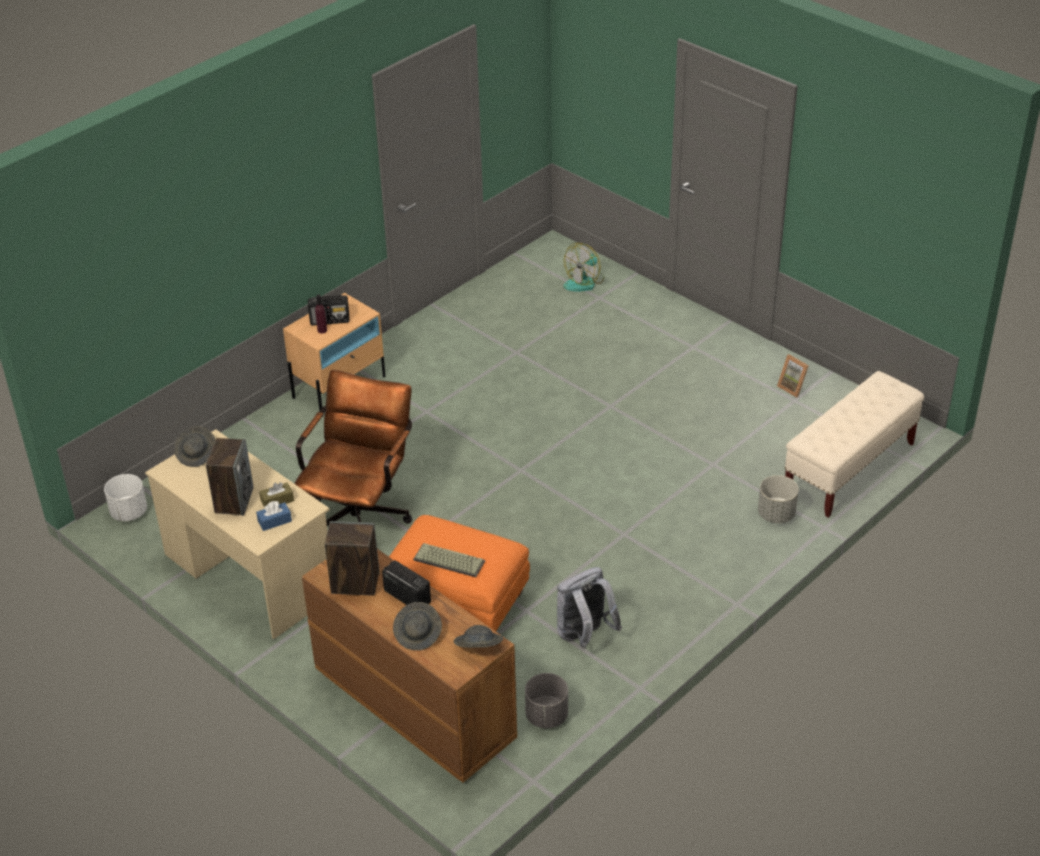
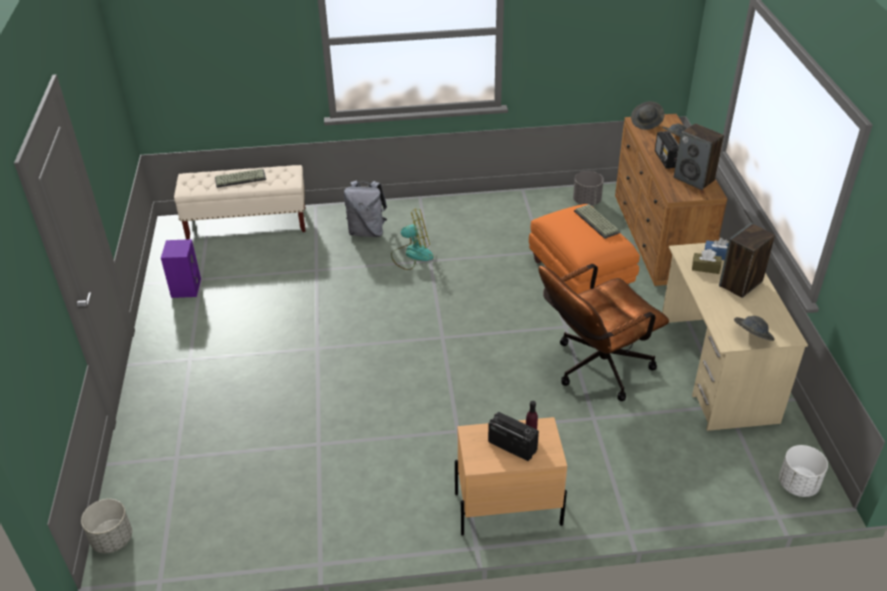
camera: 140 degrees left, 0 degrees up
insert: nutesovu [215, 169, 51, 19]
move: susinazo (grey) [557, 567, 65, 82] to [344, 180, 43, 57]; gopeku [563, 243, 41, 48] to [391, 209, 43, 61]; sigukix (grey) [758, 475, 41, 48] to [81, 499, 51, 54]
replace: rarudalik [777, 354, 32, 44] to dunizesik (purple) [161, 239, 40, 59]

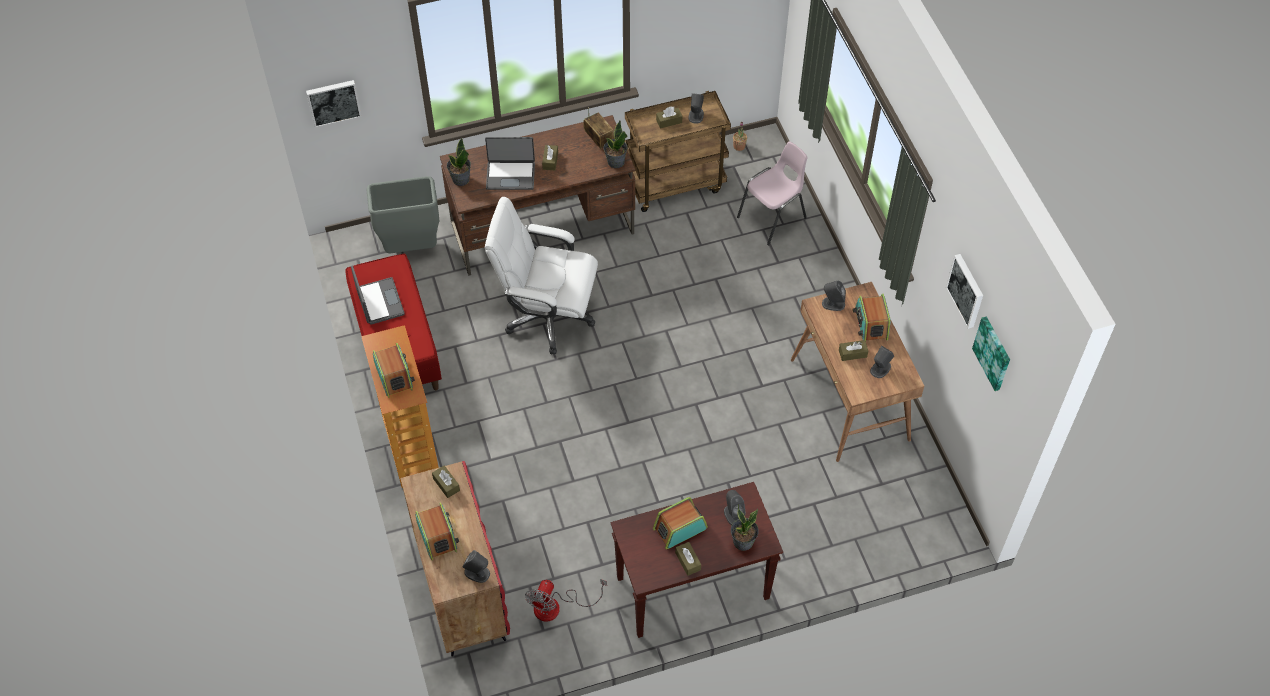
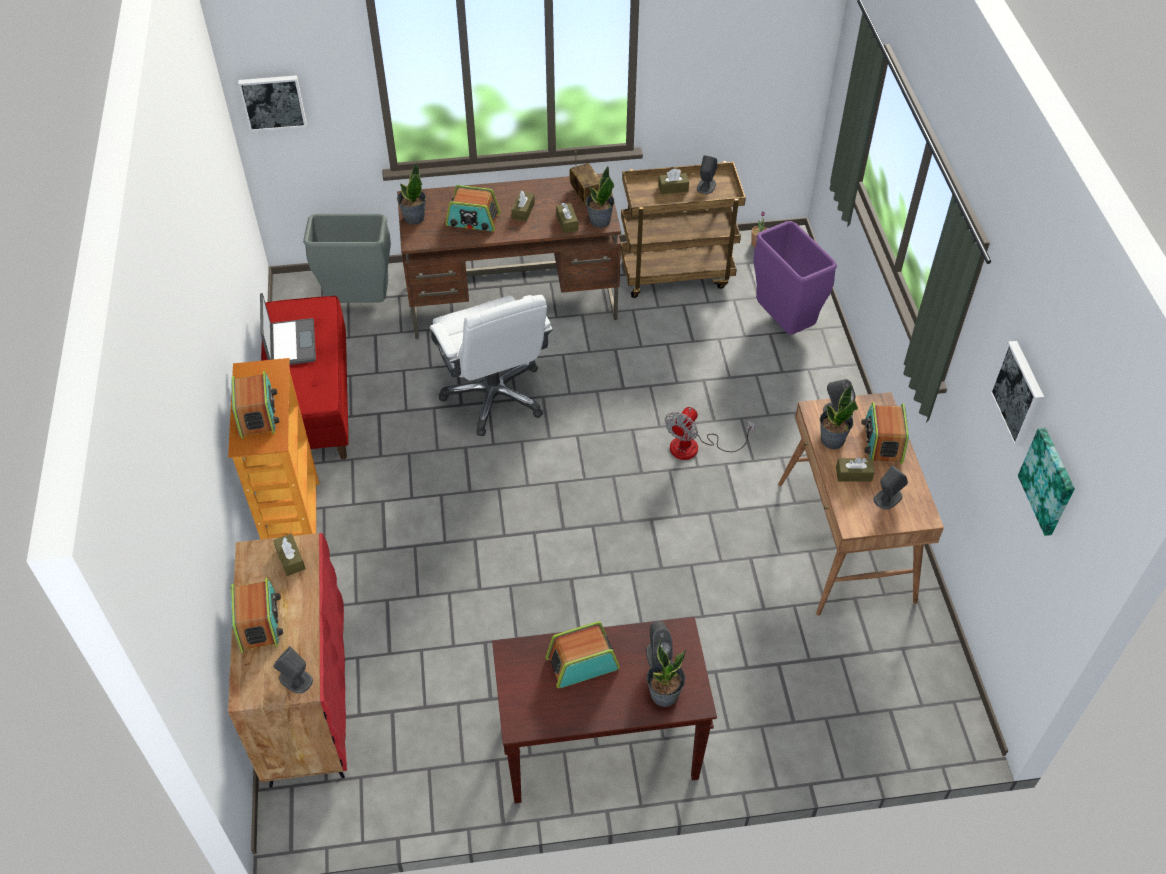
camera: 10 degrees right, 5 degrees down
insert: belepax [820, 384, 38, 65]
move: gopeku [525, 579, 82, 42] to [665, 407, 90, 53]; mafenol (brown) [675, 542, 26, 34] to [556, 203, 22, 30]
replace: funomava [485, 137, 50, 53] to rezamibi [446, 185, 55, 46]; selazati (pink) [737, 141, 71, 105] to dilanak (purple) [753, 221, 84, 114]
rotate: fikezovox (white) [485, 197, 113, 157] = [430, 295, 123, 141] 135 degrees counterclockwise

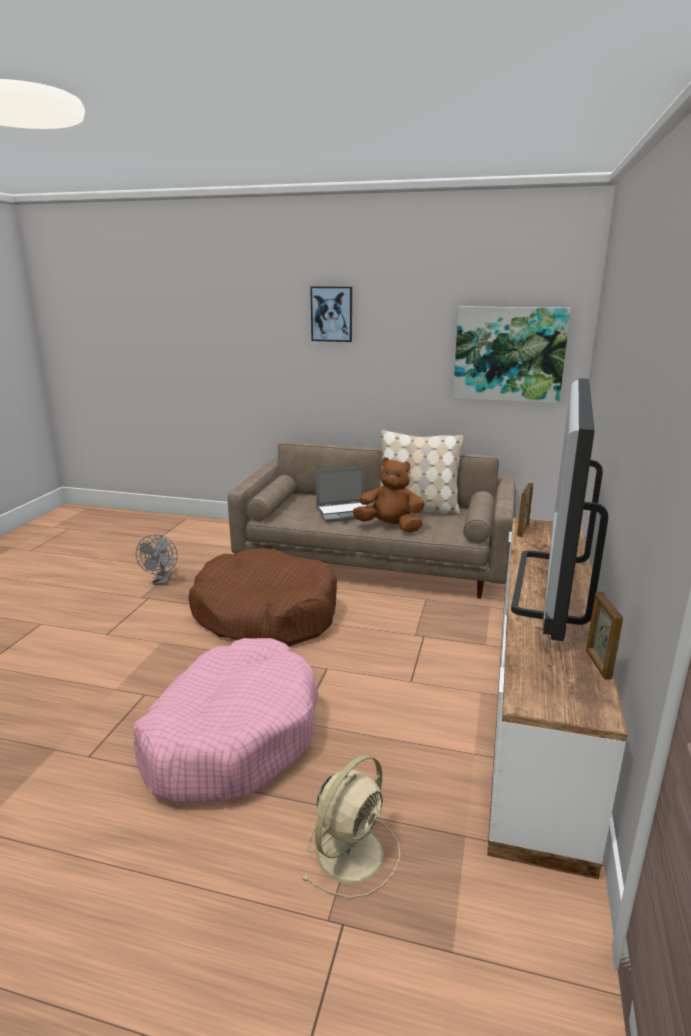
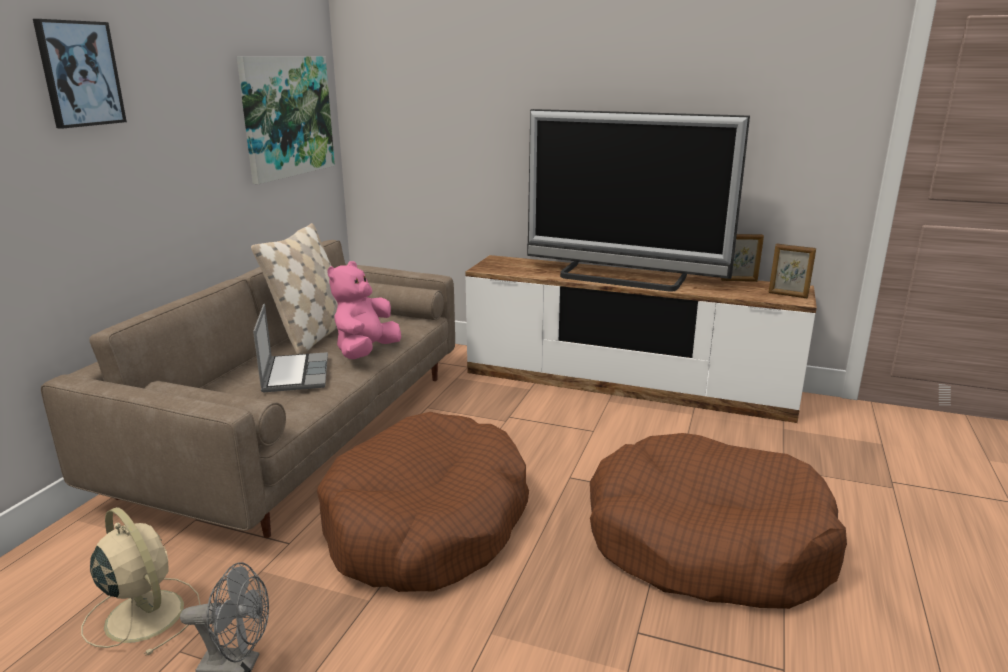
camera: 85 degrees left, 0 degrees up
move: gopeku (beige) [302, 755, 98, 143] to [81, 507, 120, 149]; rarudalik [517, 483, 16, 54] to [768, 244, 48, 54]
recolor: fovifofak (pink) [133, 638, 185, 166] to fovifofak (brown) [590, 433, 257, 176]; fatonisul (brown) [352, 457, 73, 76] to fatonisul (pink) [327, 261, 74, 98]

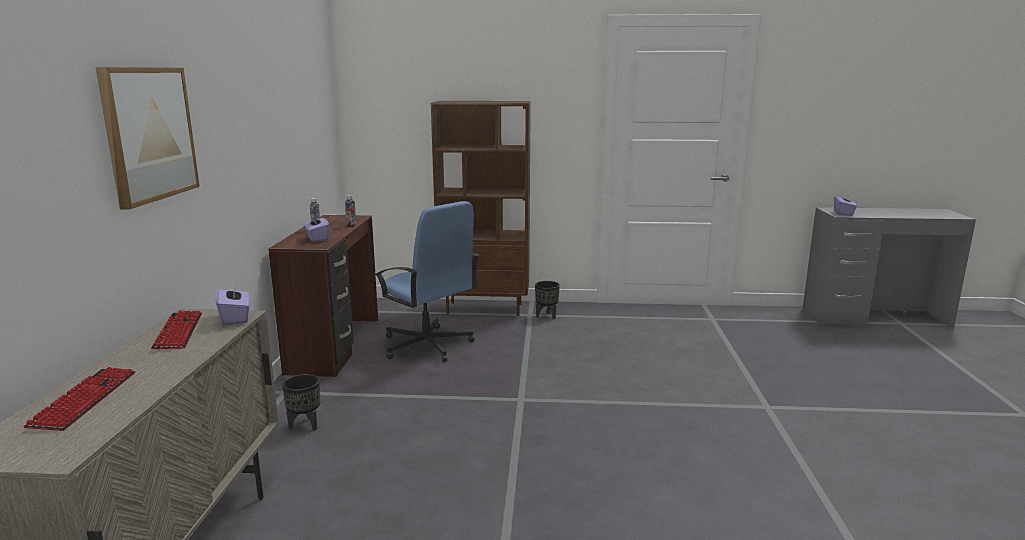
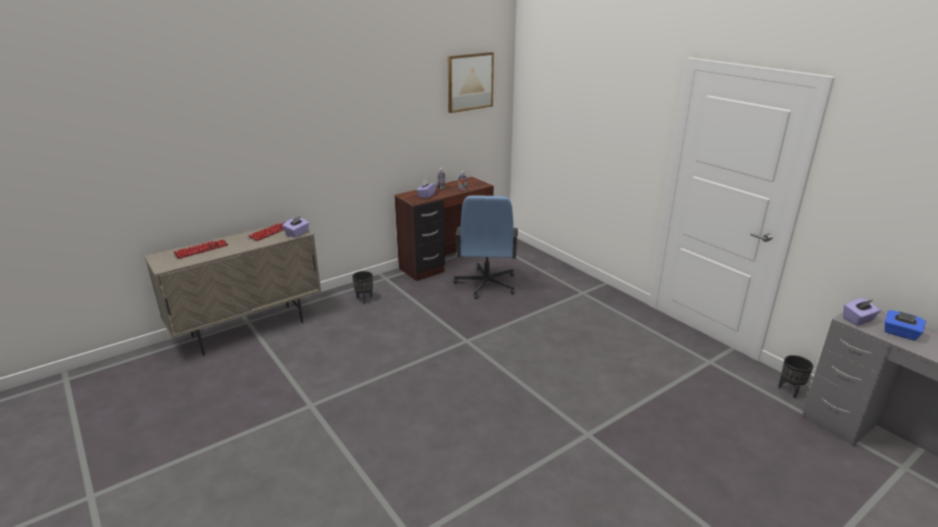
camera: 50 degrees right, 10 degrees up
delete: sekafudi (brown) [431, 101, 100, 215]
insert: mafenol (blue) [884, 310, 42, 31]
move: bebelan [96, 67, 104, 143] to [448, 52, 46, 61]; sigukix (black) [535, 281, 25, 38] to [778, 355, 35, 43]

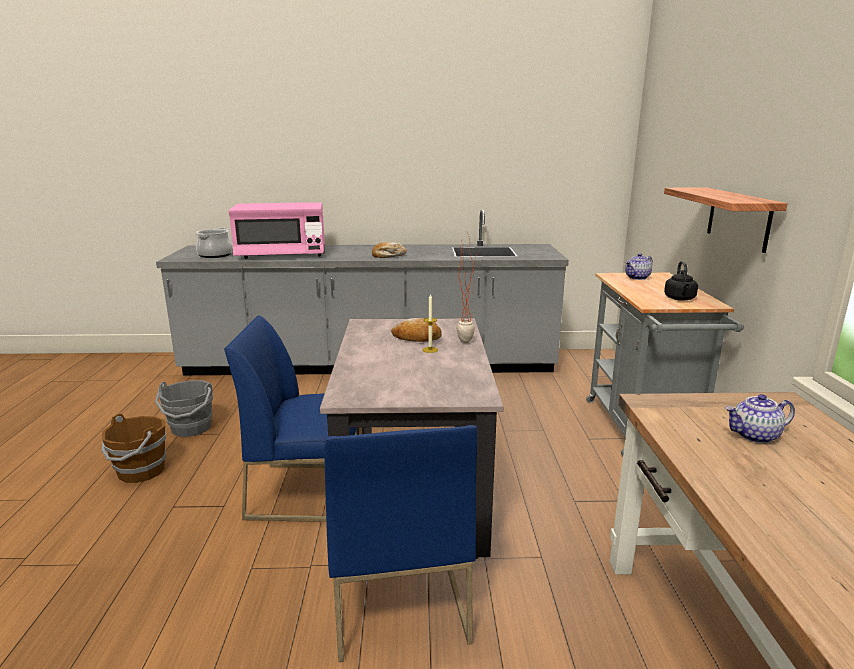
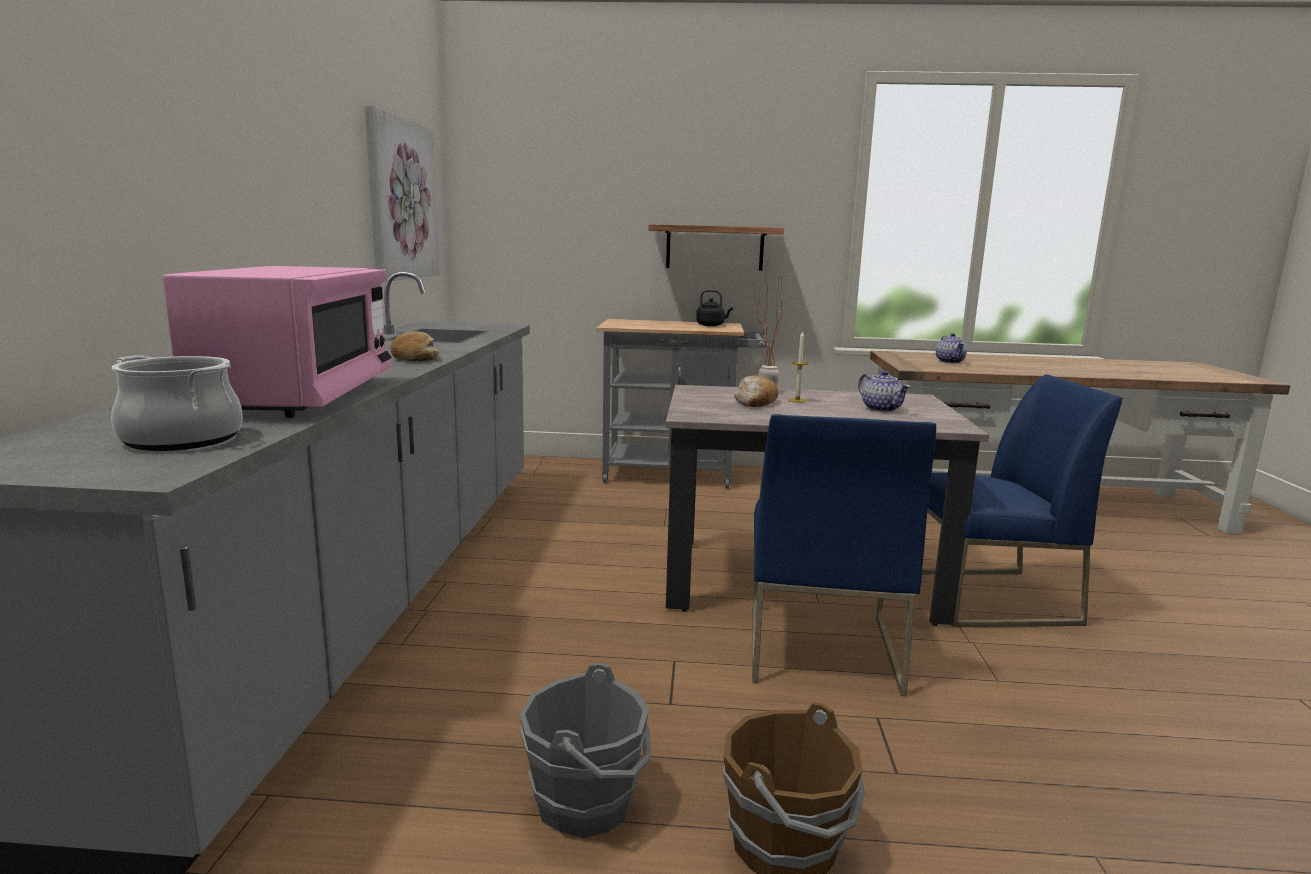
camera: 85 degrees left, 5 degrees down
insert: bebelan [365, 105, 74, 177]
move: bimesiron [625, 253, 28, 27] to [858, 370, 52, 42]

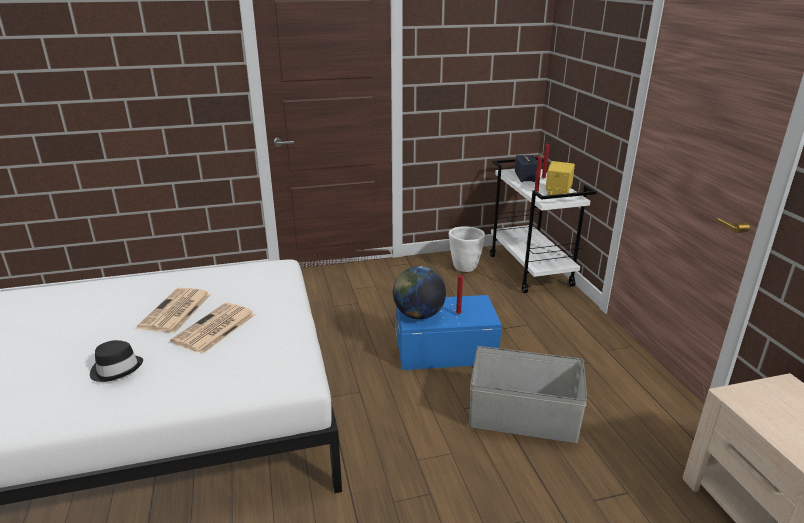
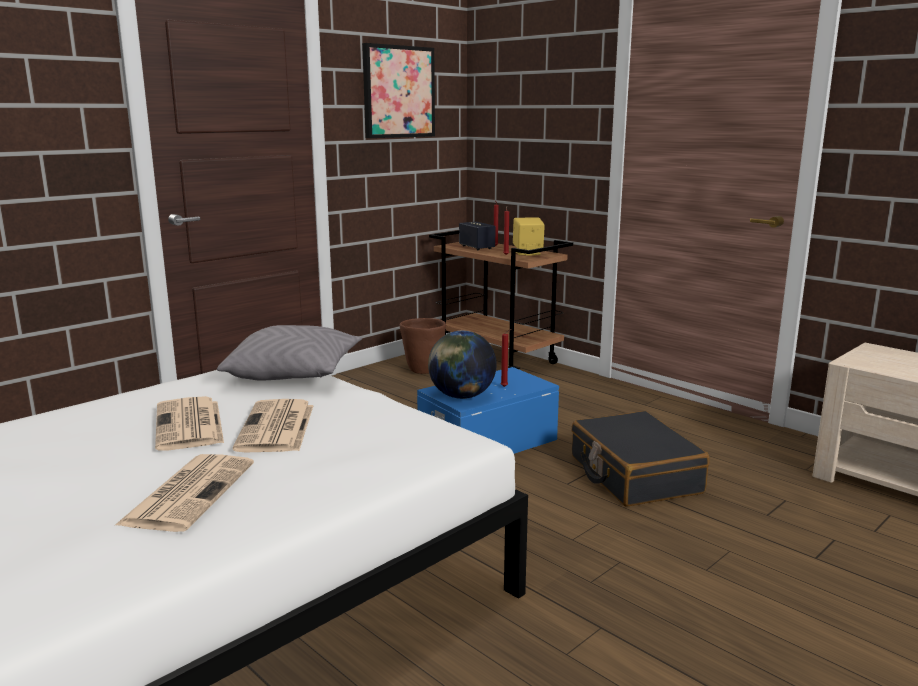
camera: 30 degrees left, 10 degrees down
insert: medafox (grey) [217, 325, 145, 56]; bebelan [362, 43, 73, 95]
replace: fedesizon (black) [90, 340, 53, 42] to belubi [114, 454, 140, 78]; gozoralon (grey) [469, 346, 119, 97] to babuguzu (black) [572, 411, 138, 96]
recolor: sigukix (white) [449, 226, 36, 46] to sigukix (brown) [400, 318, 46, 56]; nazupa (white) [490, 157, 107, 136] to nazupa (brown) [429, 230, 144, 139]

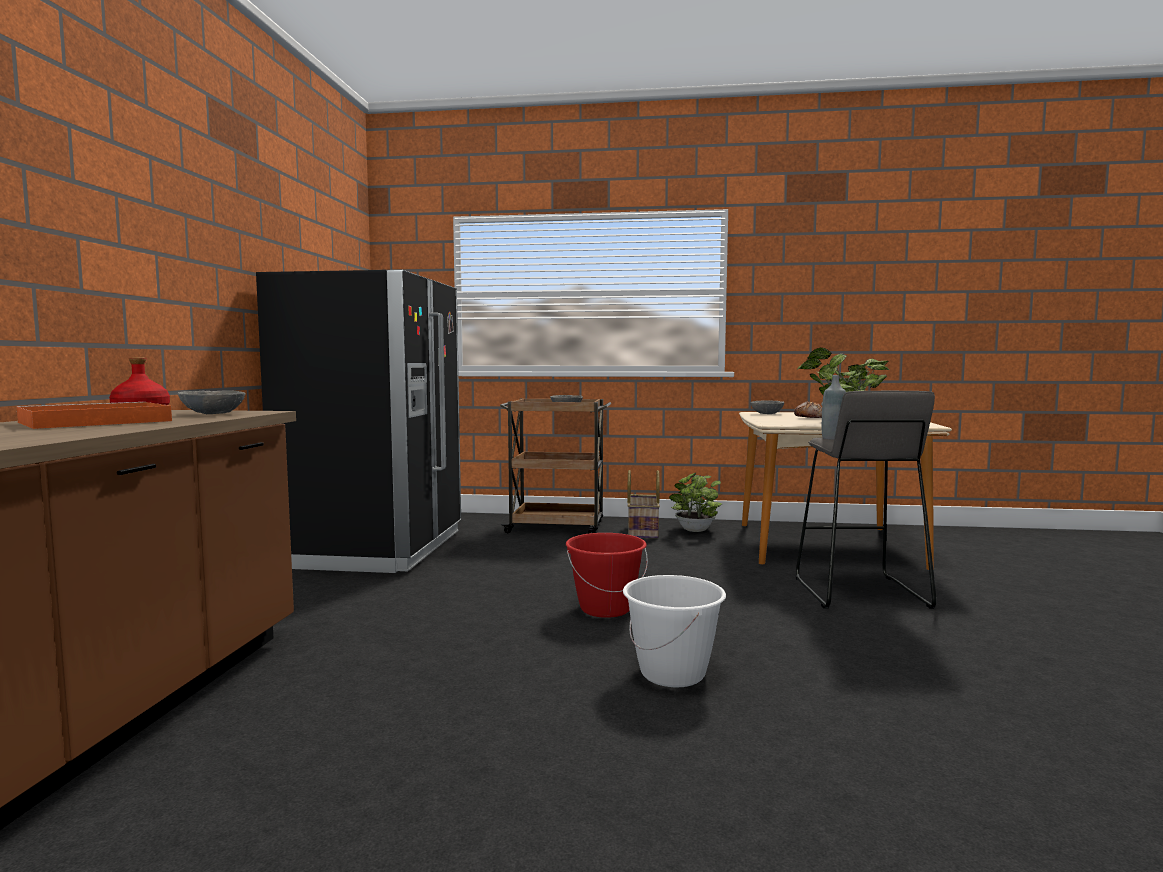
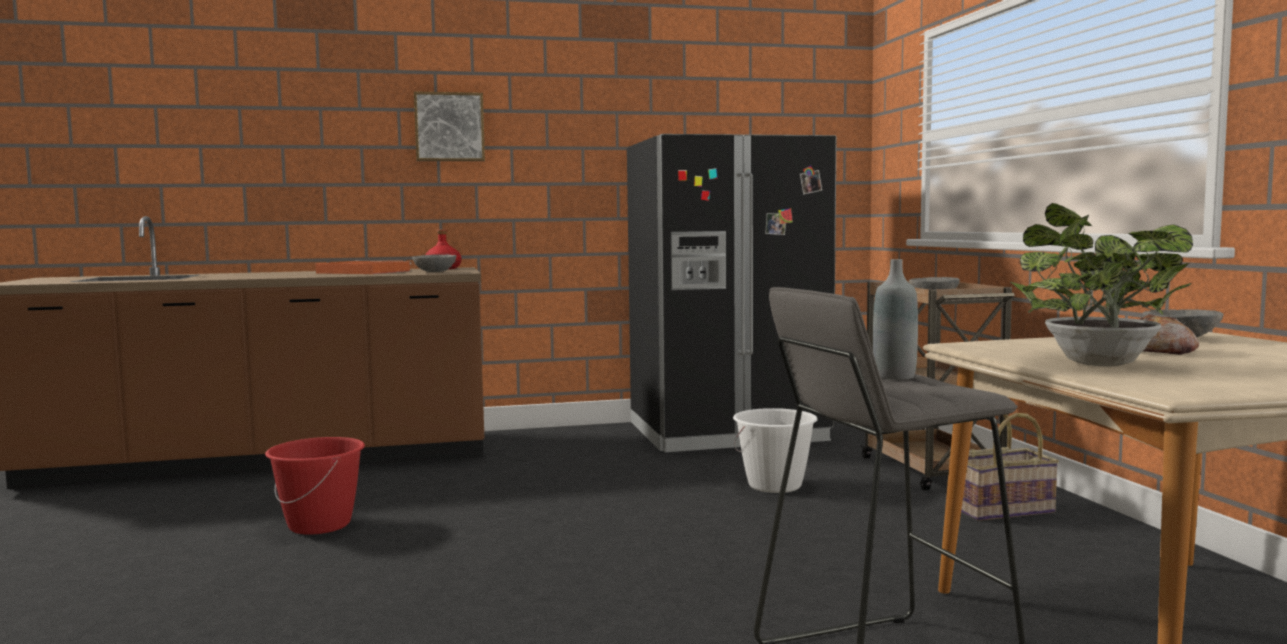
camera: 70 degrees right, 0 degrees up
delete: belepax [669, 473, 53, 59]
insert: bebelan [414, 92, 71, 69]
move: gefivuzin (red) [566, 533, 82, 85] to [265, 437, 100, 98]; gefivuzin (white) [623, 575, 103, 112] to [733, 408, 84, 85]

